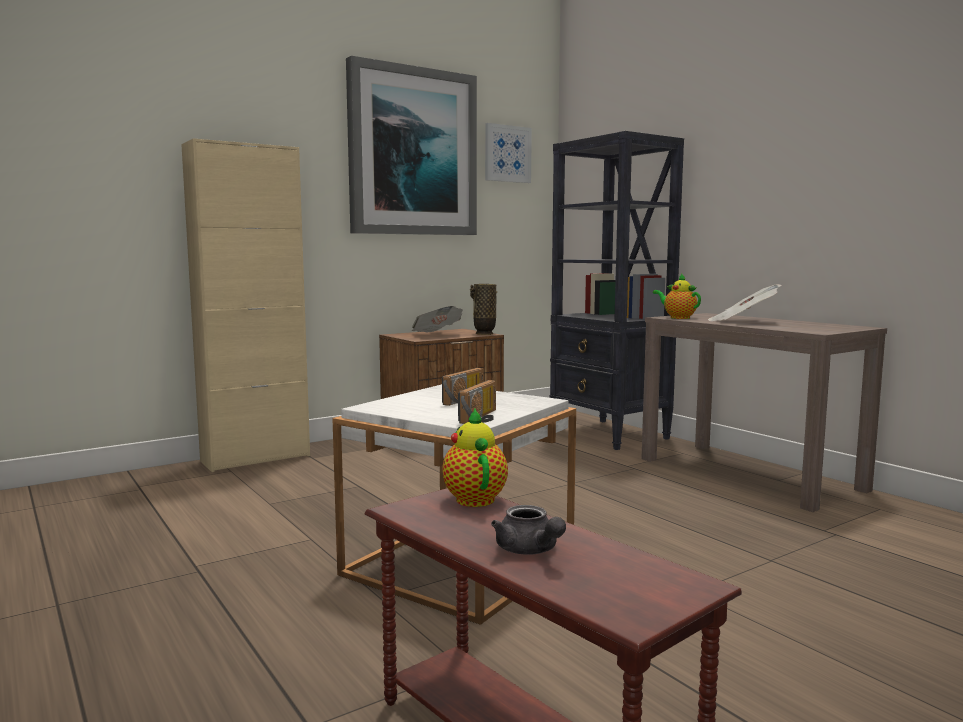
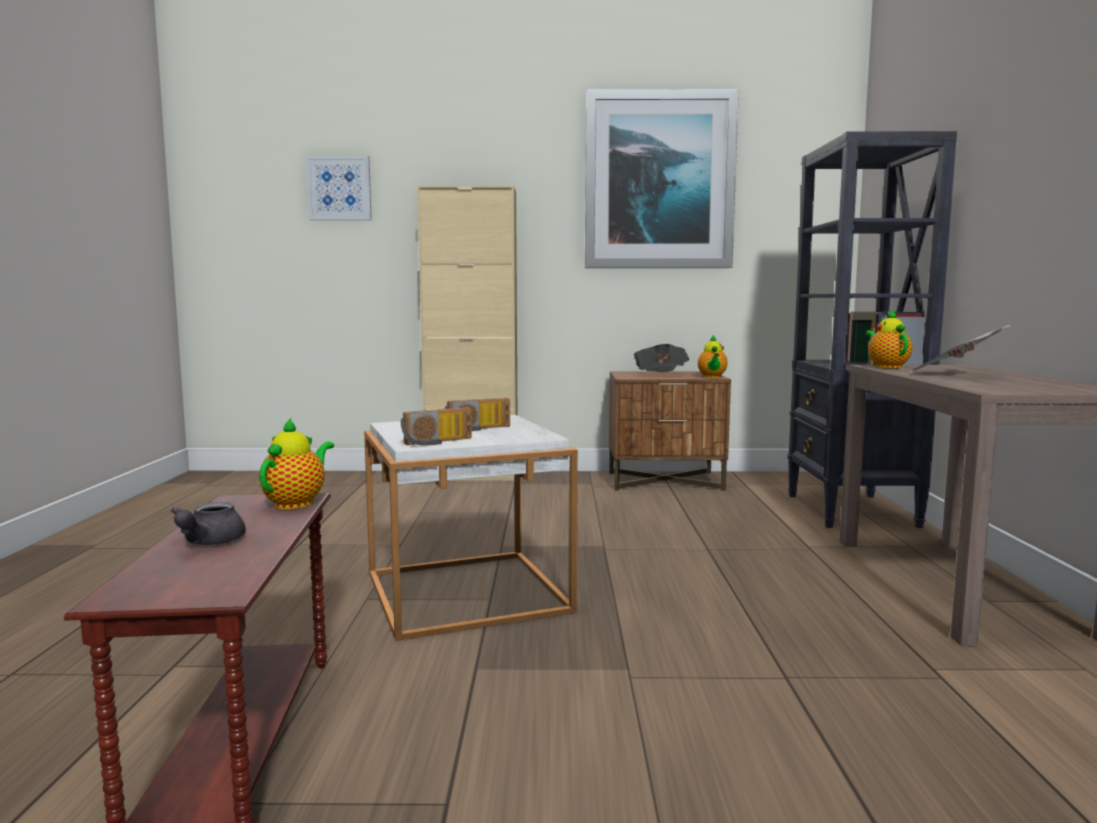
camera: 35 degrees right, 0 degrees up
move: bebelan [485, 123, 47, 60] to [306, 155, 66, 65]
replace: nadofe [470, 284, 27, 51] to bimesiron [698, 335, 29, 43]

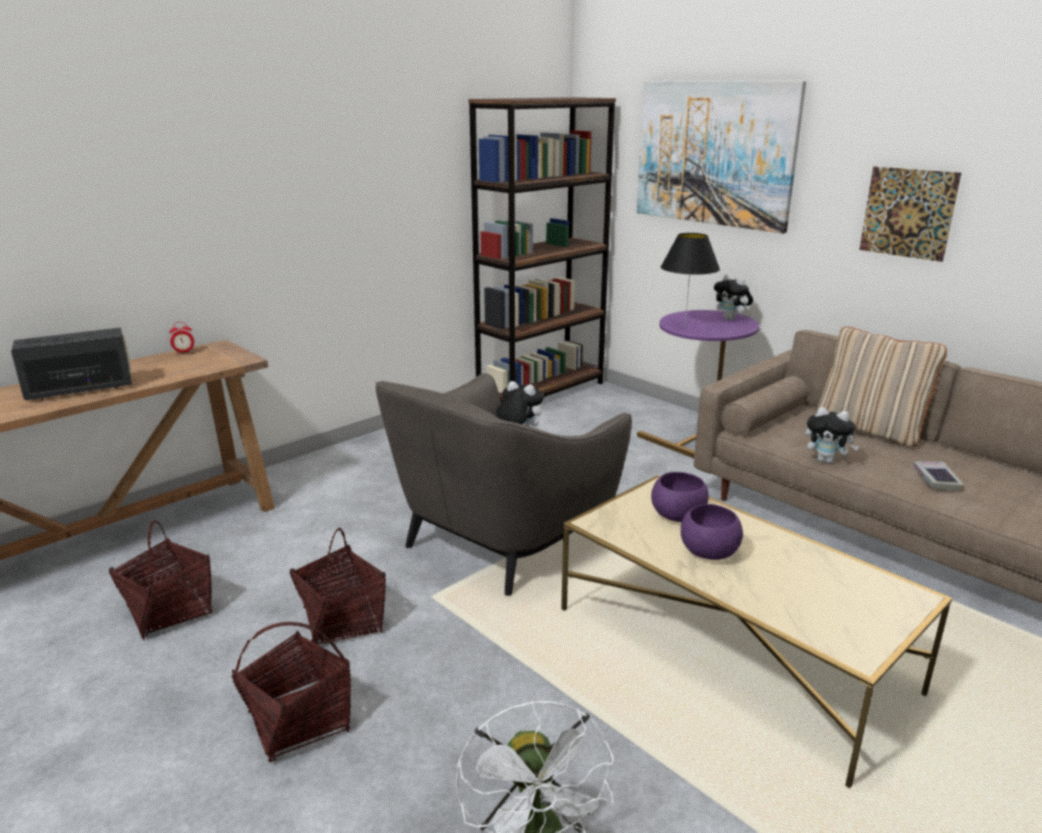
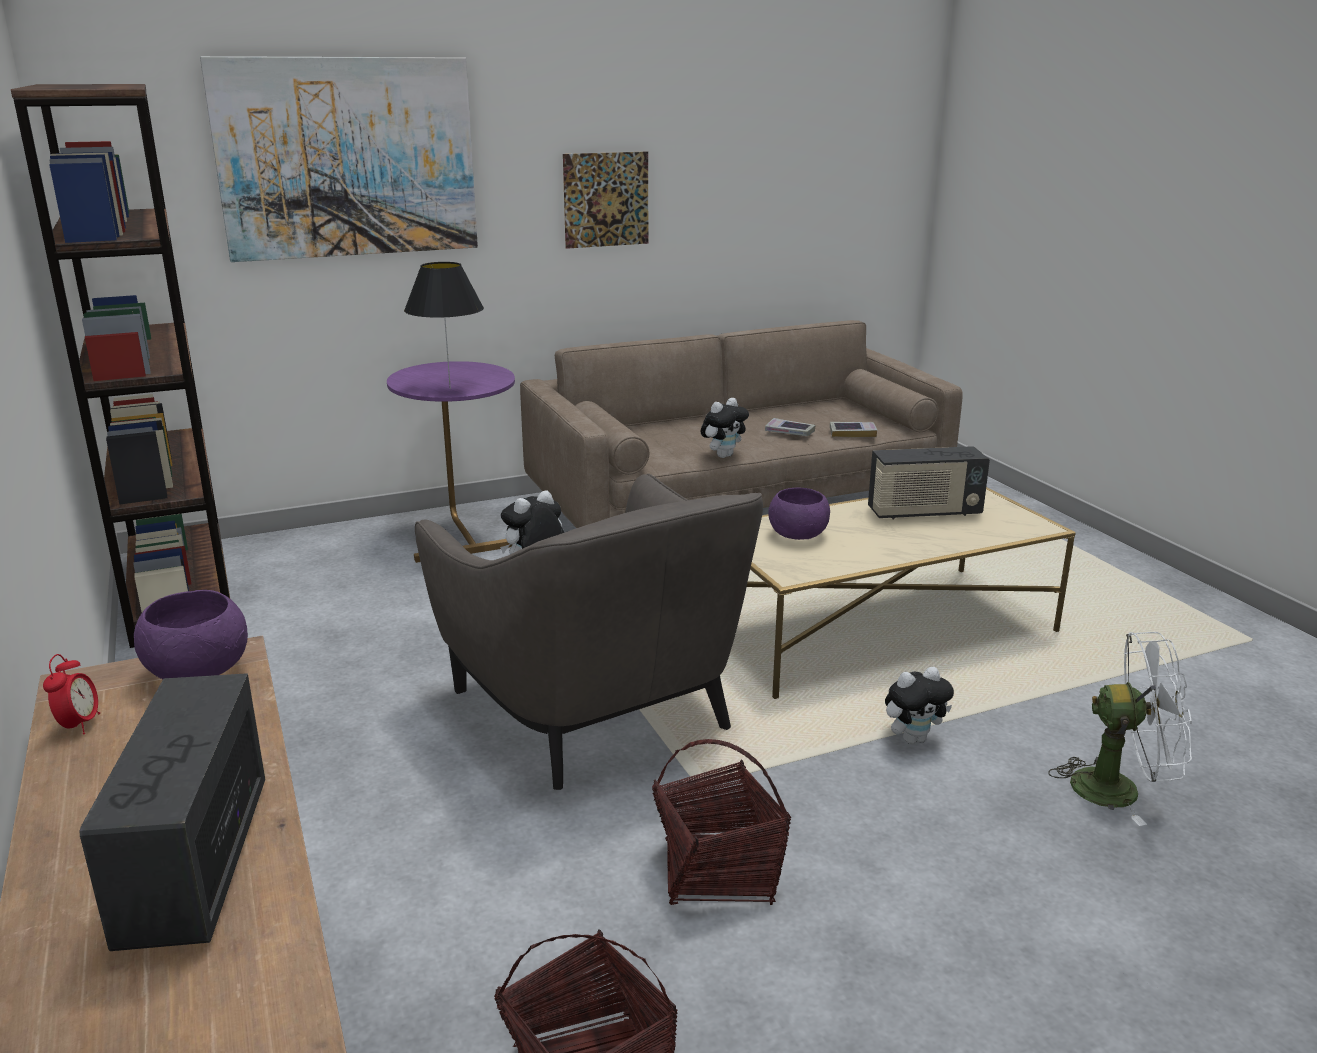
camera: 70 degrees left, 0 degrees up
delete: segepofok [232, 622, 119, 140]; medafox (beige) [816, 327, 131, 120]
insert: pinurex [830, 422, 47, 15]; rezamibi [868, 446, 122, 74]
move: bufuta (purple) [681, 504, 62, 56] to [134, 590, 114, 89]; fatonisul [714, 274, 39, 46] to [885, 667, 69, 77]

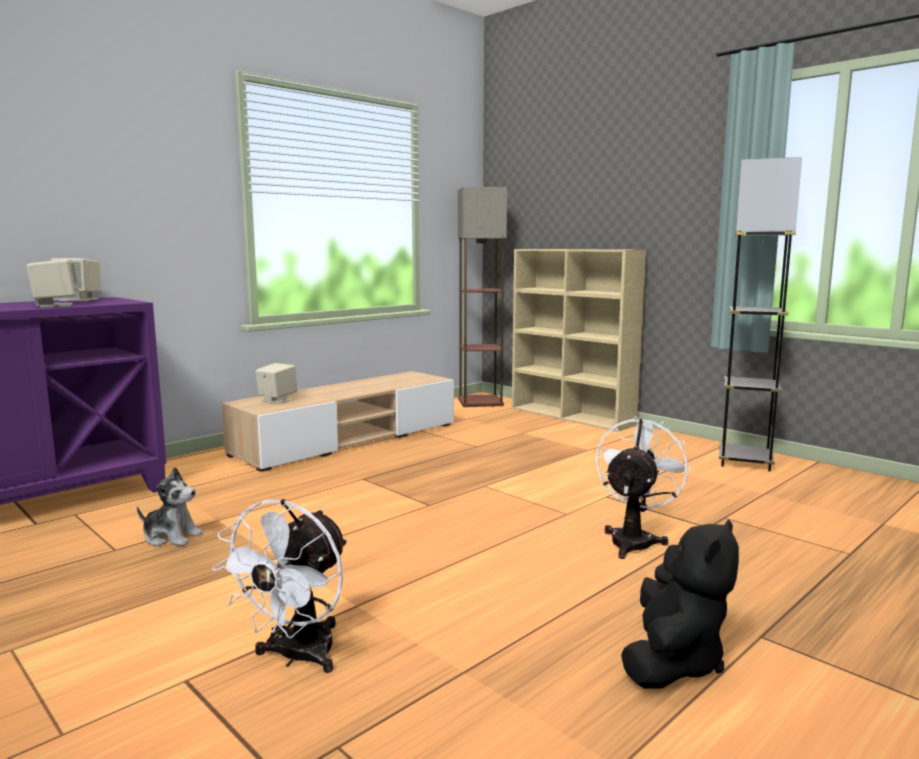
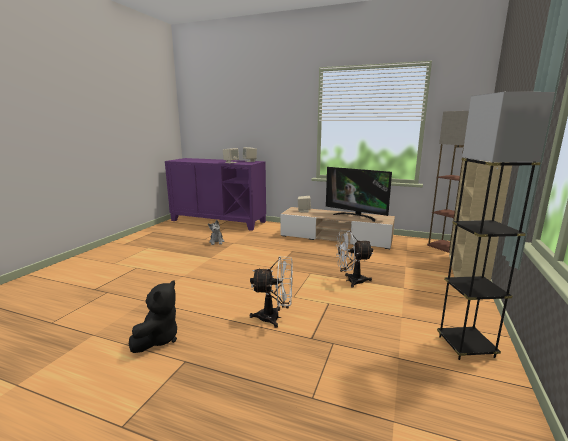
camera: 65 degrees right, 5 degrees up
insert: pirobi [326, 167, 66, 55]
move: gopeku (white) [212, 499, 135, 174] to [336, 231, 37, 57]
rotate: fatonisul (black) [621, 519, 118, 170] = [129, 280, 48, 73] 75 degrees counterclockwise

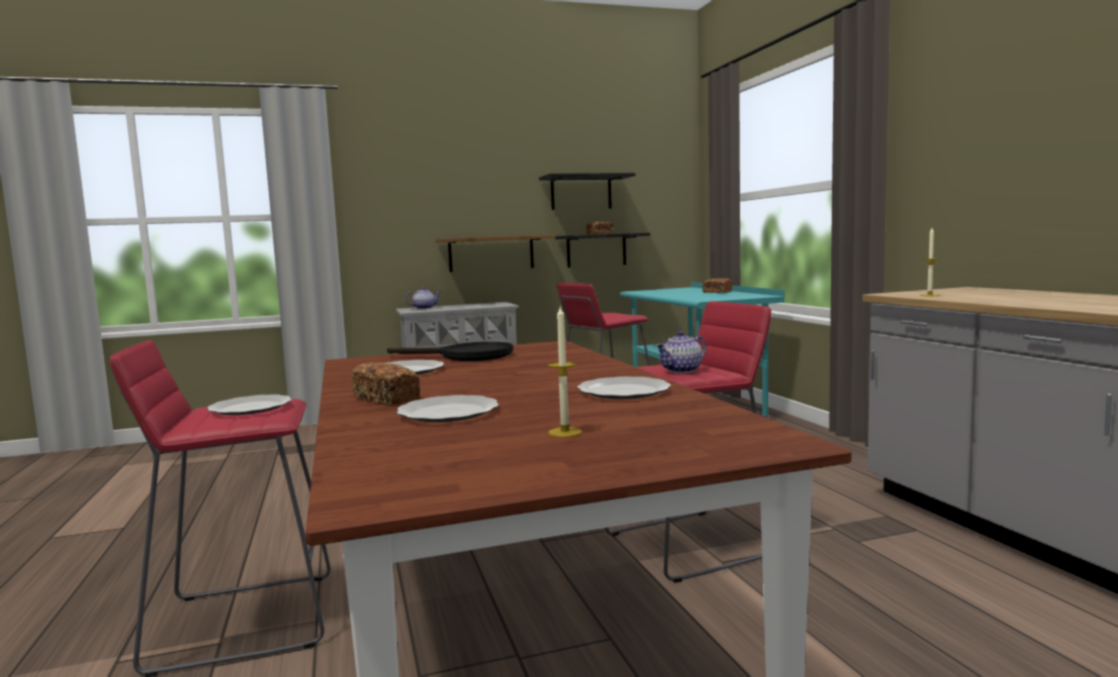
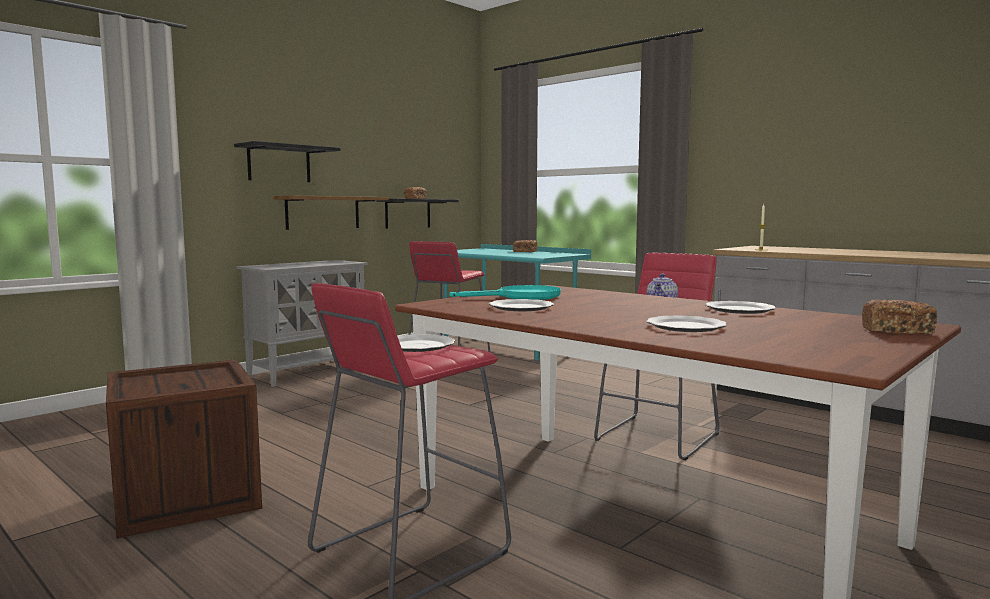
camera: 30 degrees left, 0 degrees up
delete: bimesiron [405, 287, 36, 22]; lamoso [548, 307, 34, 130]
insert: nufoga [106, 359, 156, 180]
move: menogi [351, 362, 69, 43] to [862, 299, 75, 35]; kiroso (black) [539, 173, 96, 37] to [234, 141, 107, 41]
recolor: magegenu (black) [387, 342, 126, 19] to magegenu (turquoise) [449, 285, 112, 15]

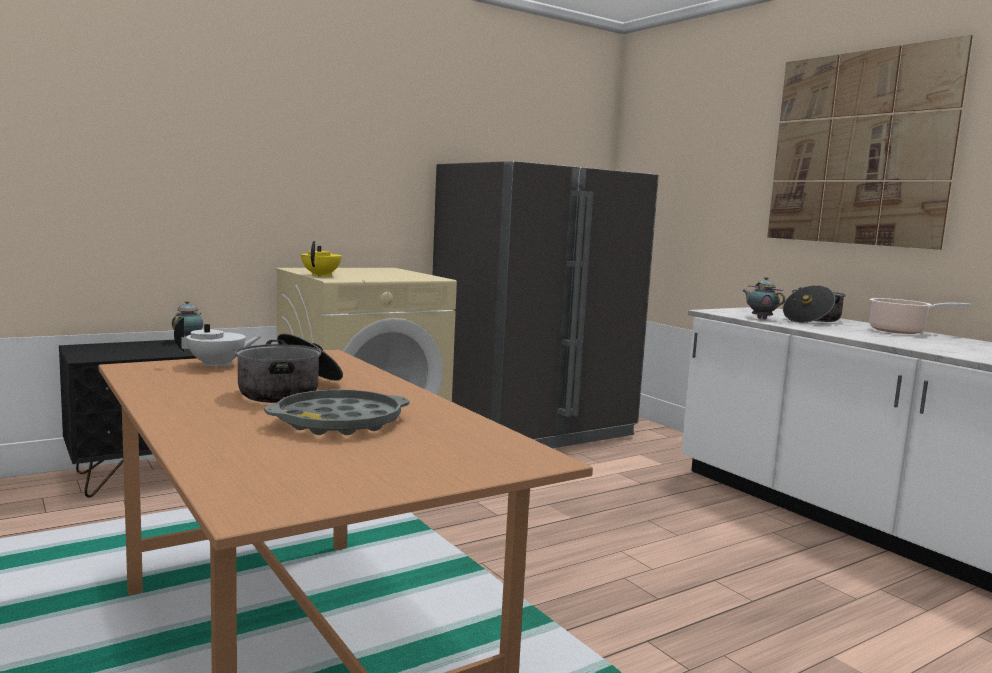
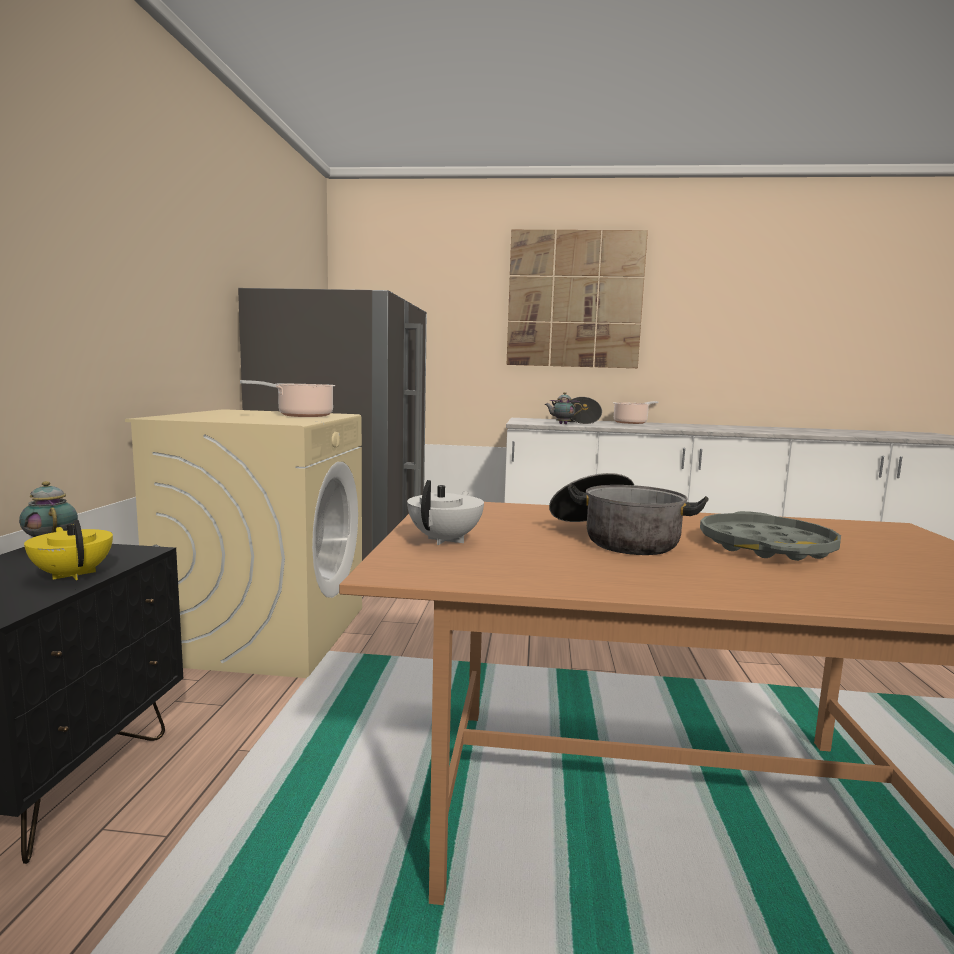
camera: 50 degrees left, 0 degrees up
insert: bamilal [240, 380, 96, 37]
move: bimesiron (yellow) [301, 241, 41, 36] to [24, 520, 89, 60]

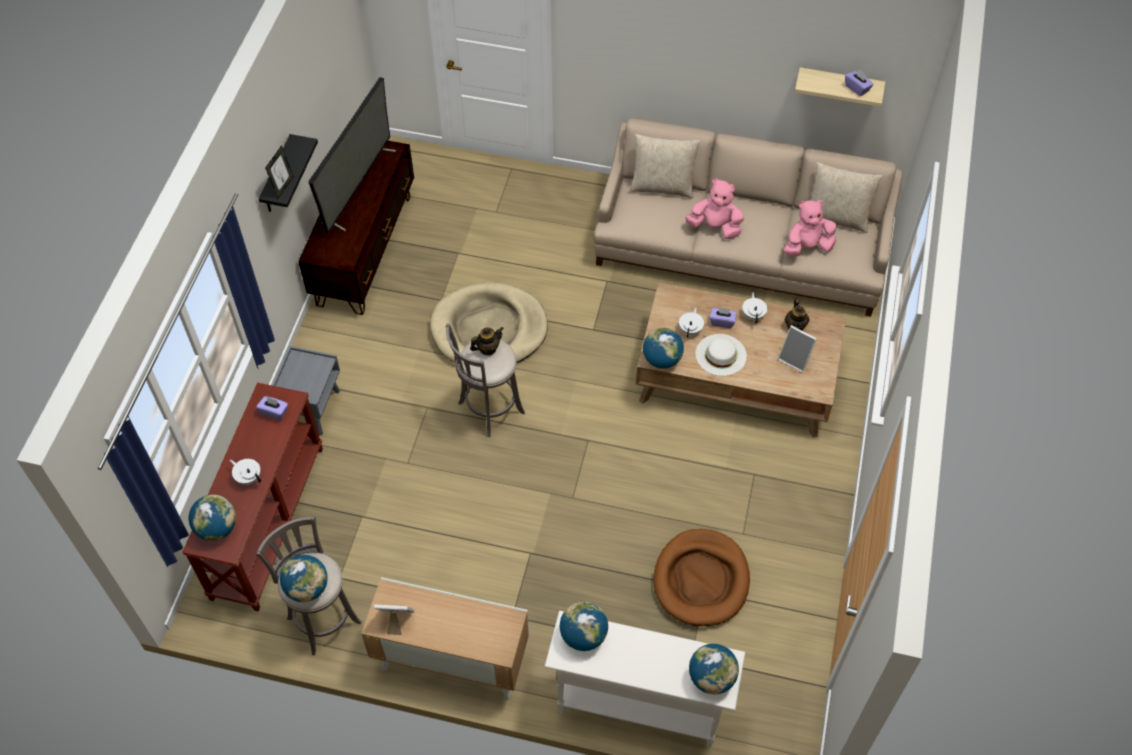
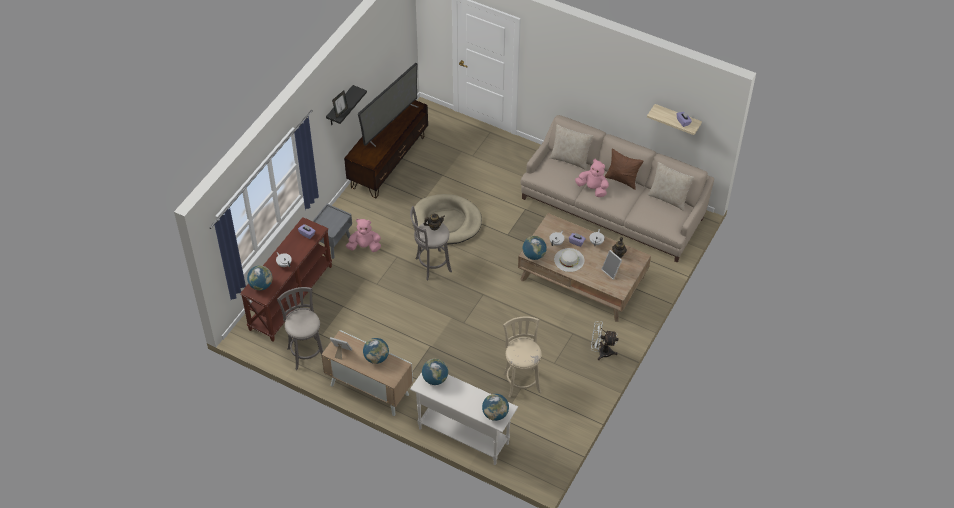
camera: 15 degrees right, 5 degrees down
insert: gopeku (white) [591, 321, 28, 39]; medafox (brown) [604, 149, 39, 41]
move: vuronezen [280, 555, 48, 47] to [363, 338, 26, 26]; fatonisul (pink) [784, 200, 53, 57] to [346, 219, 35, 33]
replace: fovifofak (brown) [654, 529, 96, 97] to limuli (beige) [503, 316, 39, 82]

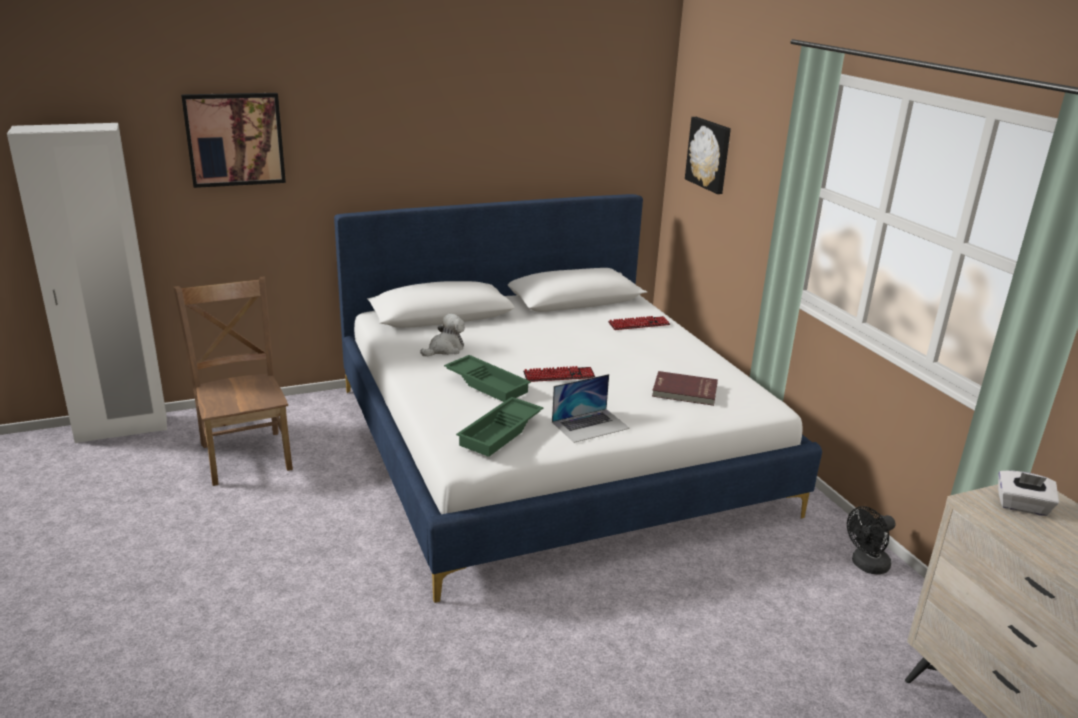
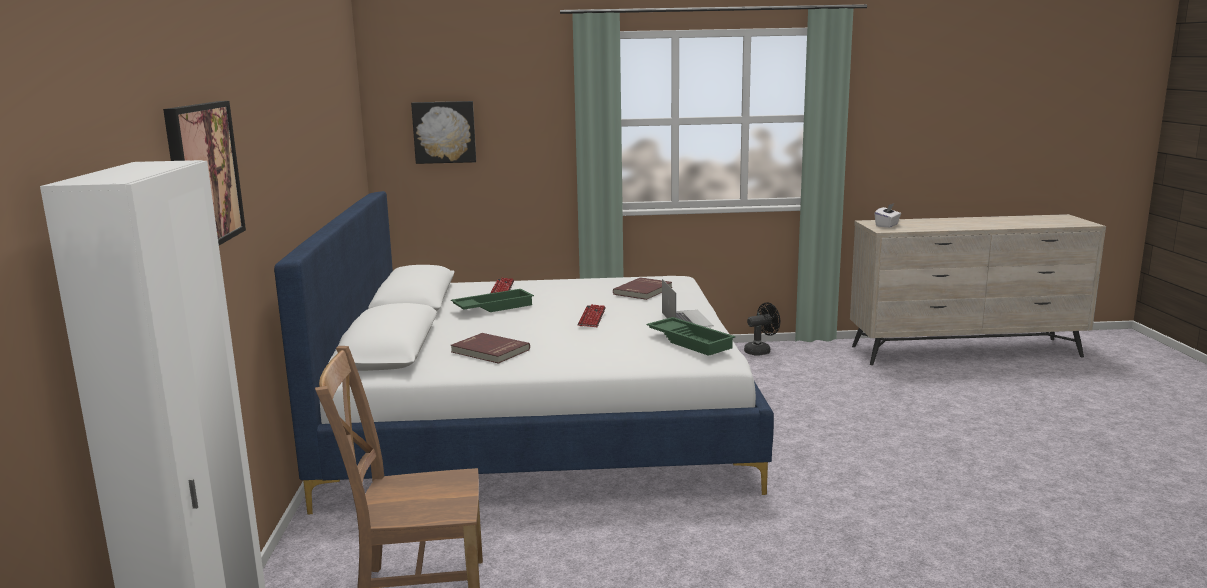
camera: 70 degrees left, 10 degrees down
move: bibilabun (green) [444, 355, 87, 47] to [451, 289, 83, 23]
replace: fatonisul [420, 314, 45, 42] to pinurex (red) [451, 333, 79, 31]
rotate: gopeku (black) [847, 506, 49, 69] = [744, 302, 36, 53] 105 degrees counterclockwise

